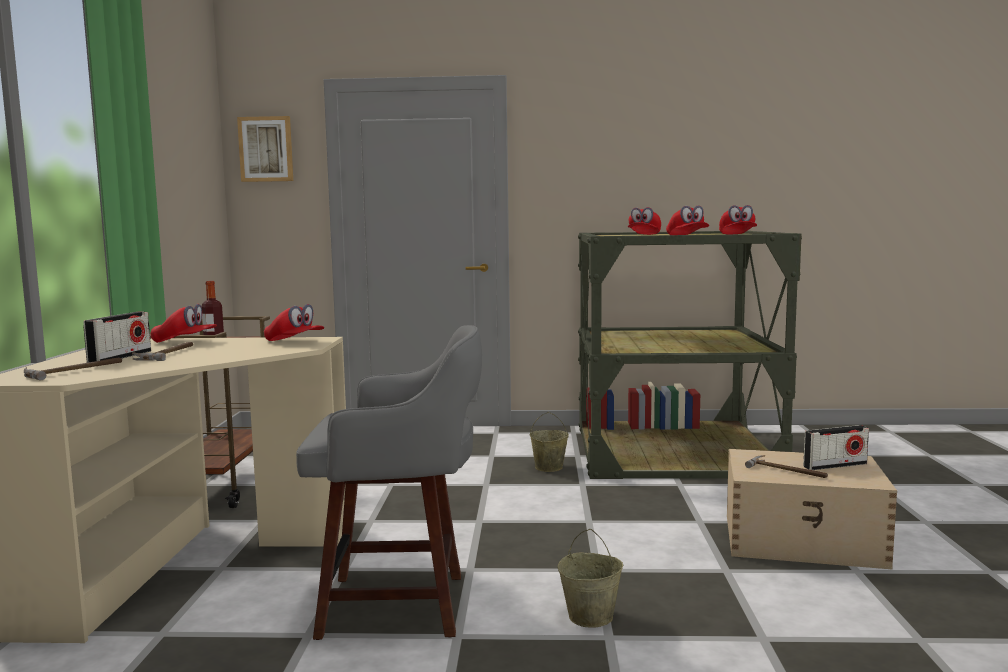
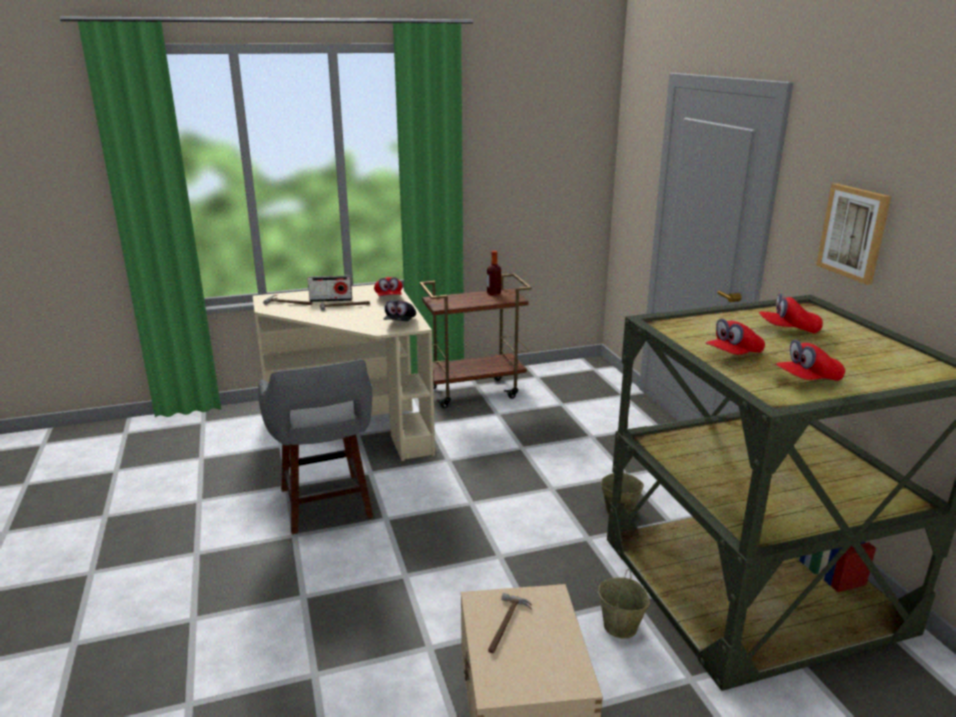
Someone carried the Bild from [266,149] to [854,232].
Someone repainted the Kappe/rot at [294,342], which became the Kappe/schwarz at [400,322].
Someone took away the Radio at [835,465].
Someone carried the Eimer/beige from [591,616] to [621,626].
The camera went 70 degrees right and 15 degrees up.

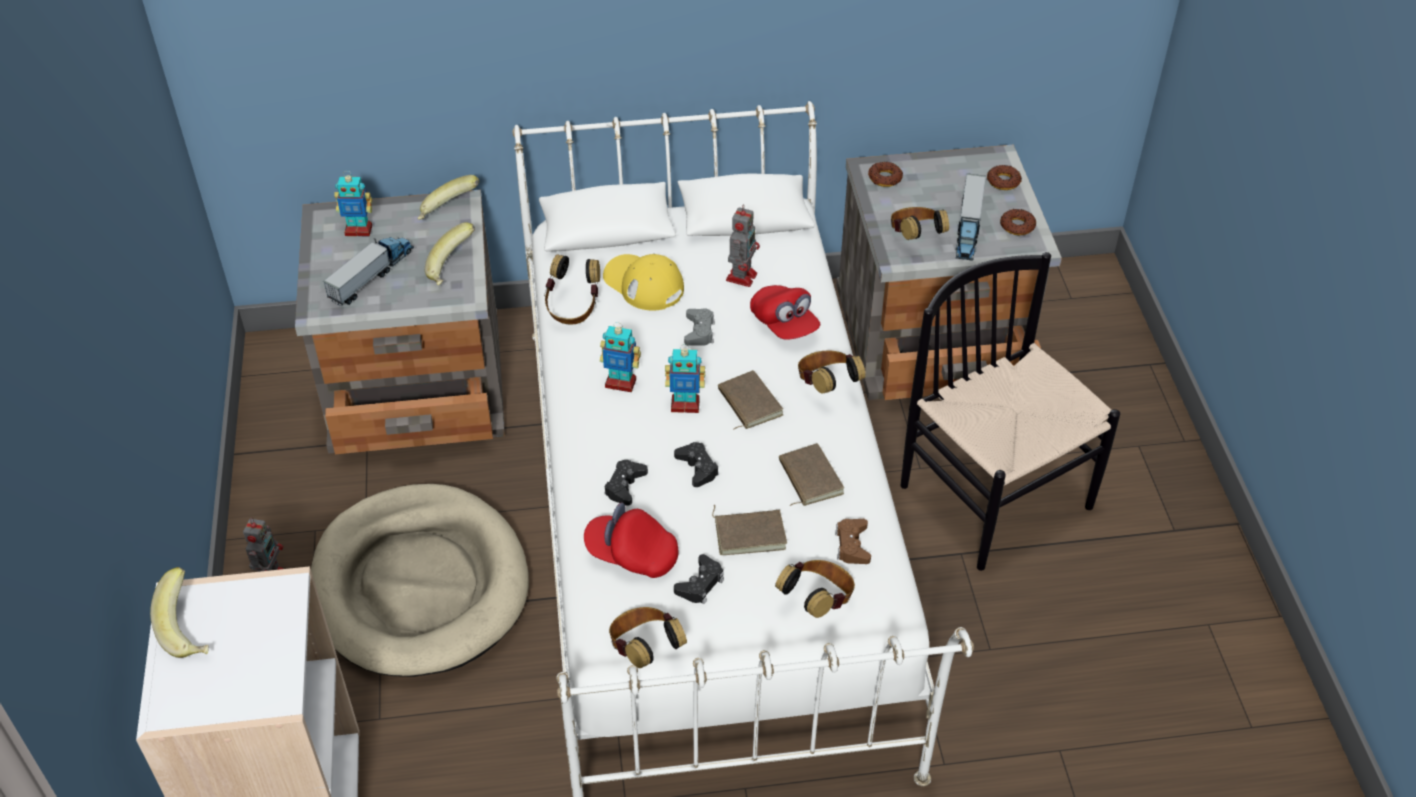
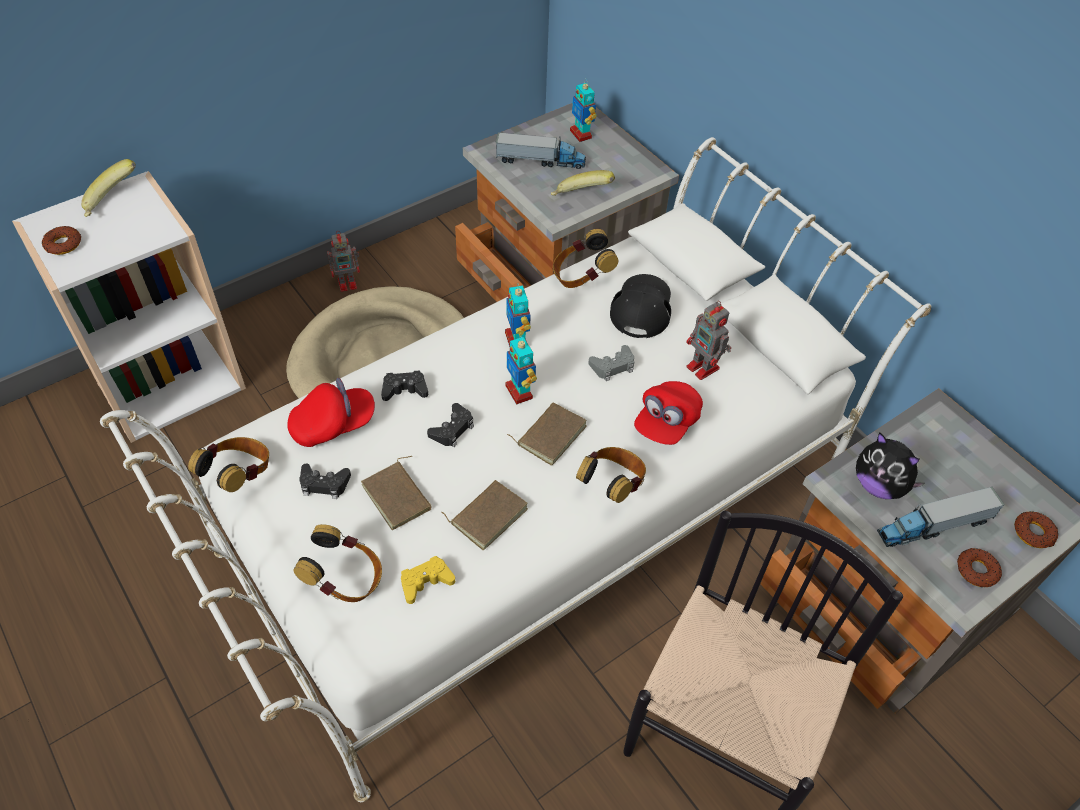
Someone carried the Donut from [885,178] to [63,244].
Someone took away the Banane at [449,212].
Someone rotated the Spielzeugroboter at [742,276] by 60 degrees clockwise.
Someone swapped the Kopfhörer at [915,237] for the Plüschtier at [879,485].
Someone repainted the Kappe/gelb at [643,283], which became the Kappe/schwarz at [641,307].
Someone rotated the Kappe/rot at [632,555] by 75 degrees clockwise.
Someone repainted the Gamepad/braun at [852,545], which became the Gamepad/gelb at [426,582].
The camera went 60 degrees right and 5 degrees up.

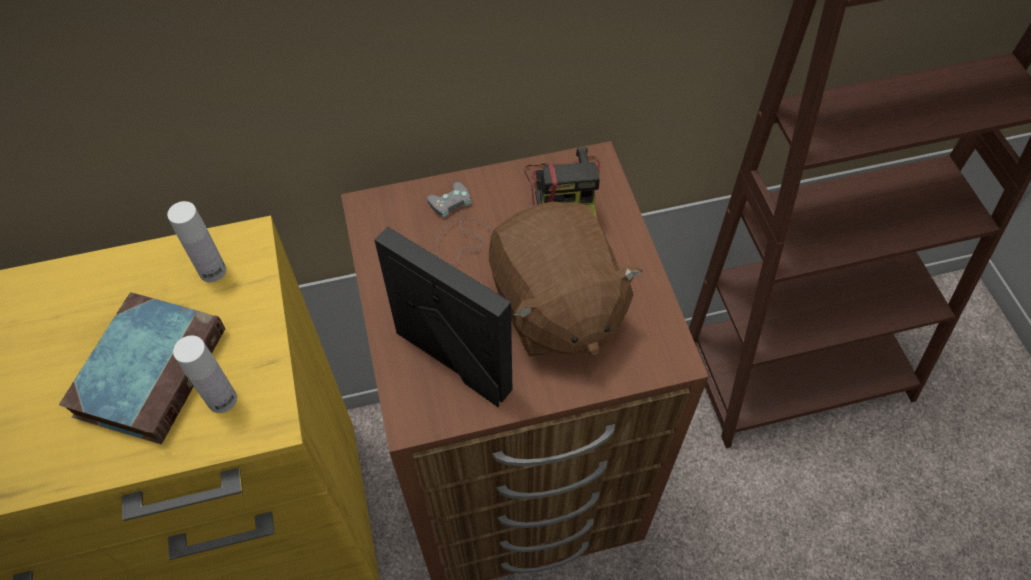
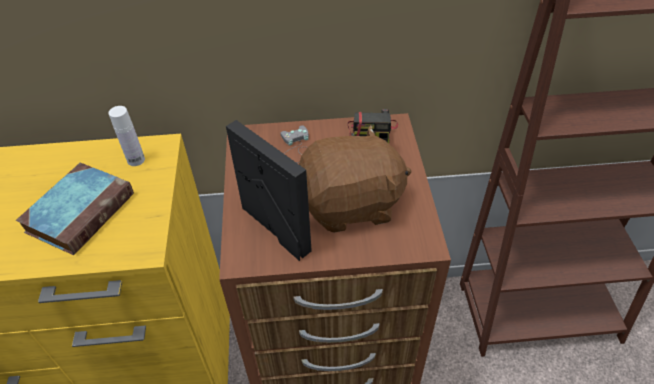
Someone rotated the Plüschtier/braun at [555,307] by 90 degrees counterclockwise.
Someone took away the Flasche/weiß at [222,399].
The camera went 10 degrees right and 10 degrees down.

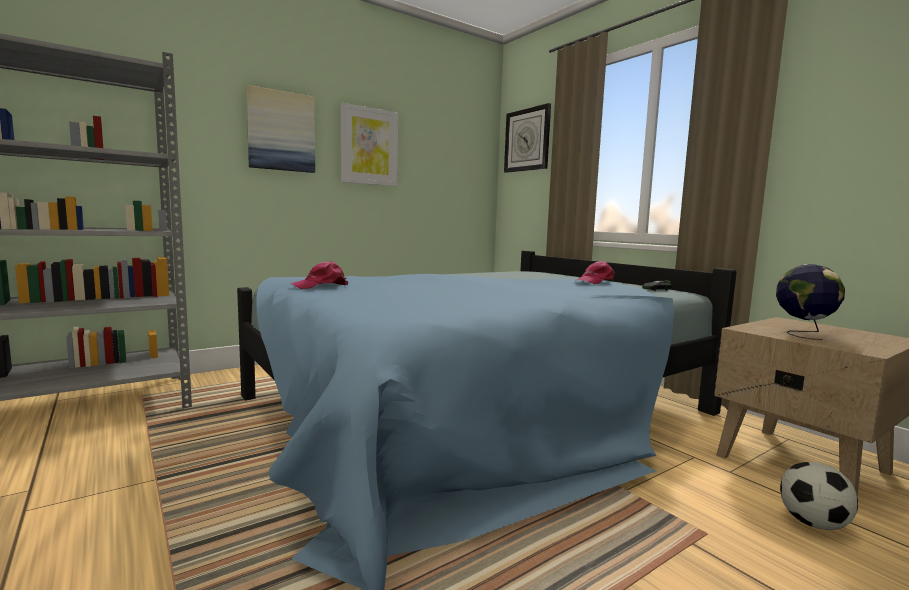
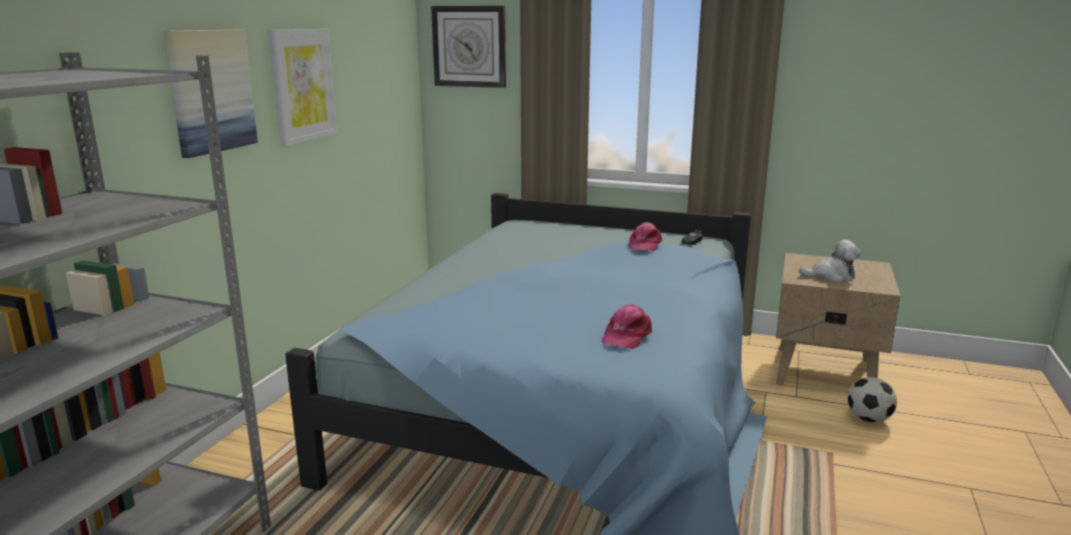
Someone carried the Kappe/rosa from [321,286] to [626,336].
Someone swapped the Globus at [803,334] for the Plüschtier at [831,276].
The camera went 35 degrees left and 10 degrees up.

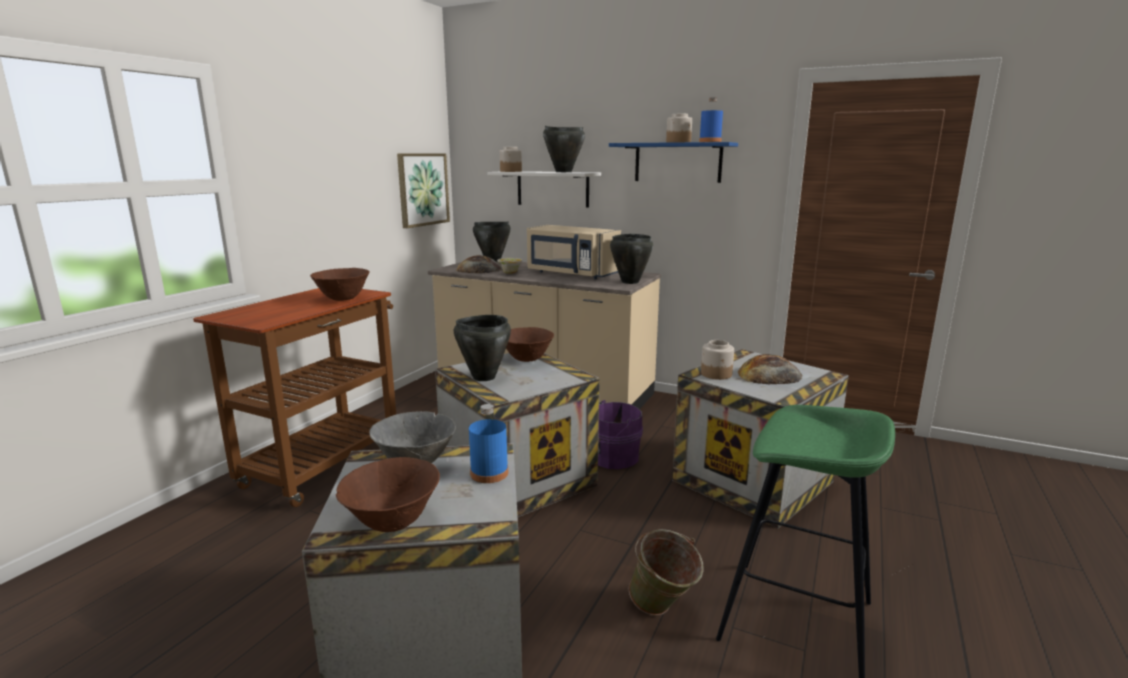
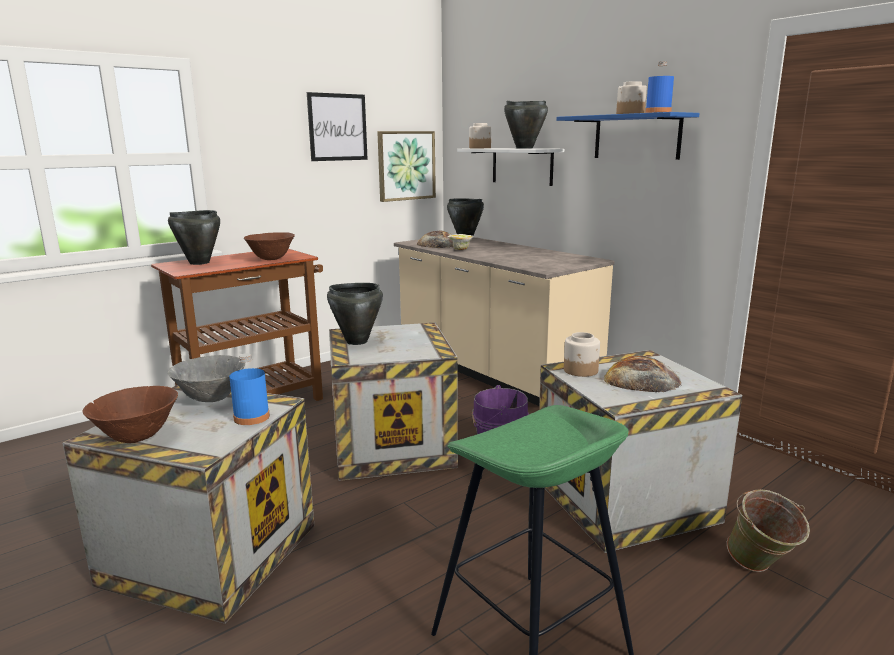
Someone took away the Mikrowelle/beige at [571,274].
Someone carried the Kochtopf/schwarz from [629,282] to [199,263].
Someone took away the Schüssel/braun at [527,360].
Someone carried the Eimer/grün from [662,611] to [760,569].
Someone put up the Bild at [337,127].
The camera went 25 degrees right and 0 degrees up.

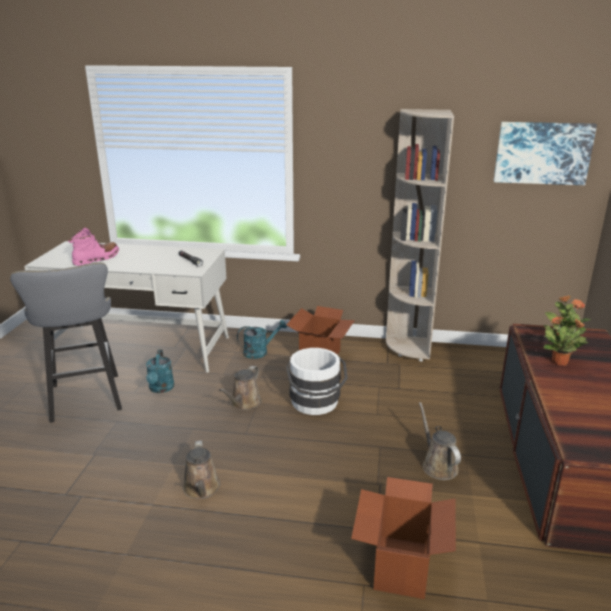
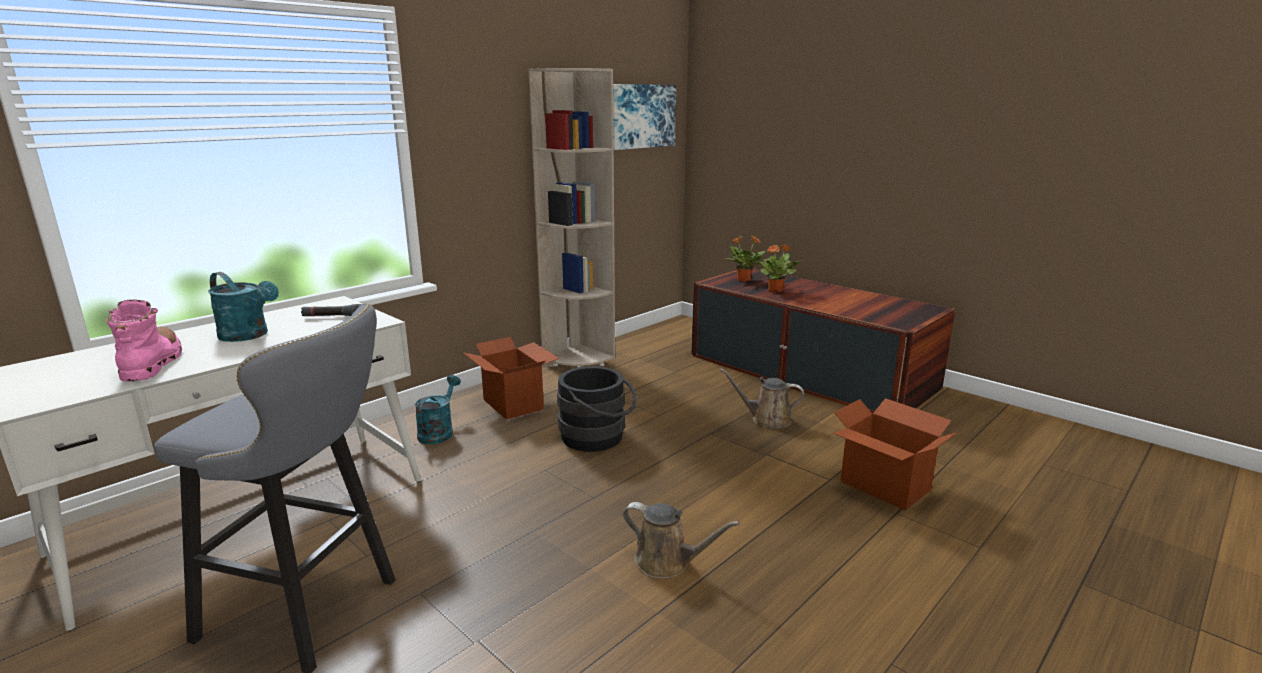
Someone repainted the Eimer/weiß at [315,404], which became the Eimer/schwarz at [598,438].
Someone carried the Gießkanne/türkis from [161,389] to [249,335].
Someone took away the Gießkanne/braun at [244,403].
The camera went 55 degrees left and 5 degrees down.

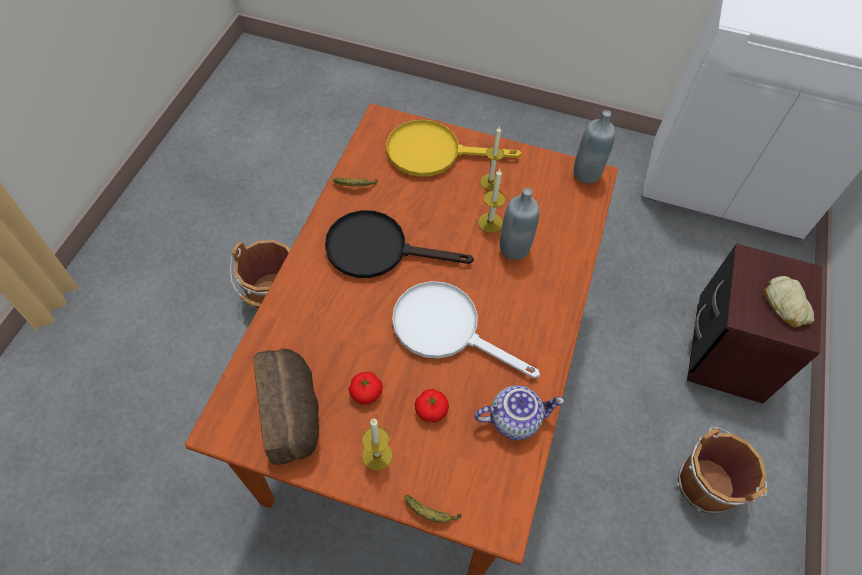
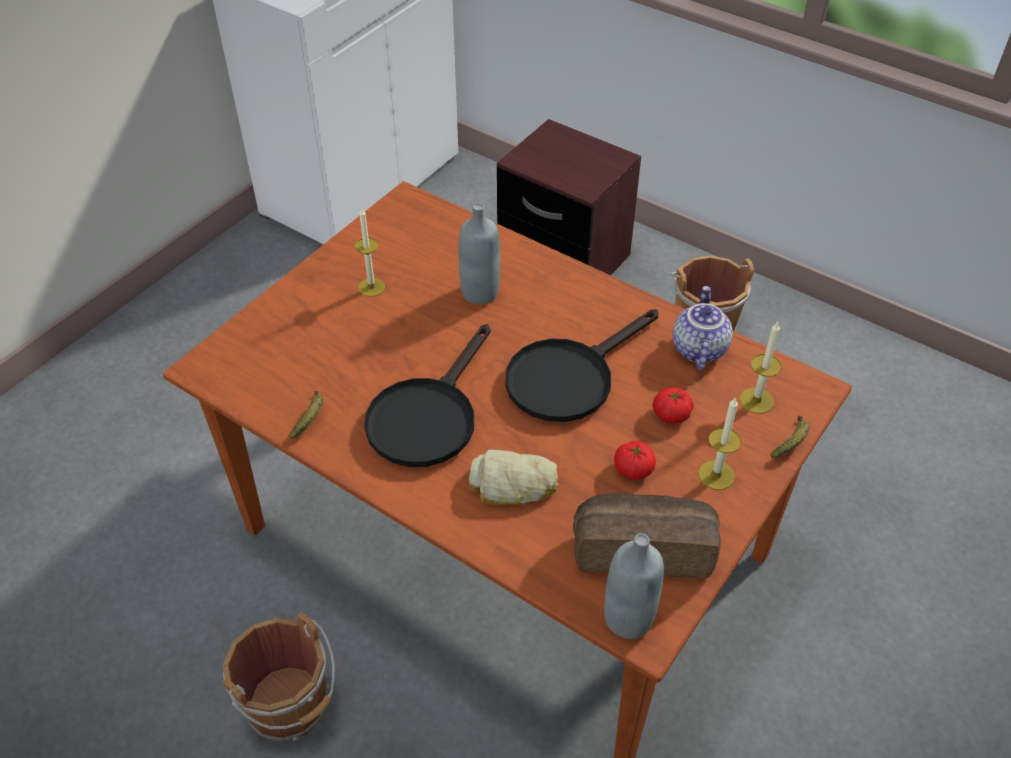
Someone carried the Flasche/grau from [586,173] to [628,619].
Someone took away the Pfanne/gelb at [434,152].
Someone carried the Kerze from [490,222] to [756,400].
Someone carried the Brot from [786,305] to [514,485].
Someone repainted the Pfanne/weiß at [446,329], which became the Pfanne/schwarz at [569,377].
The camera went 70 degrees left and 10 degrees down.

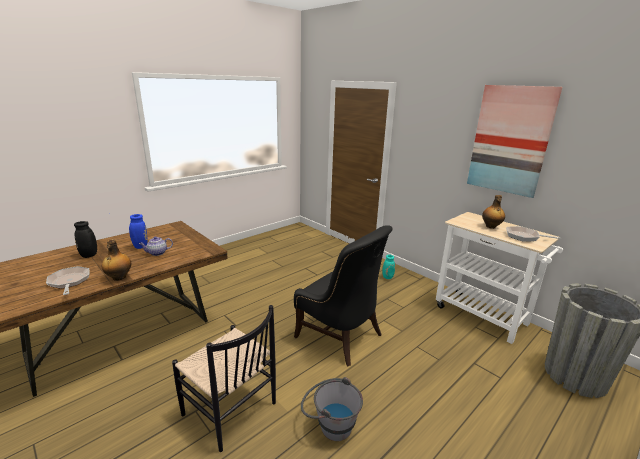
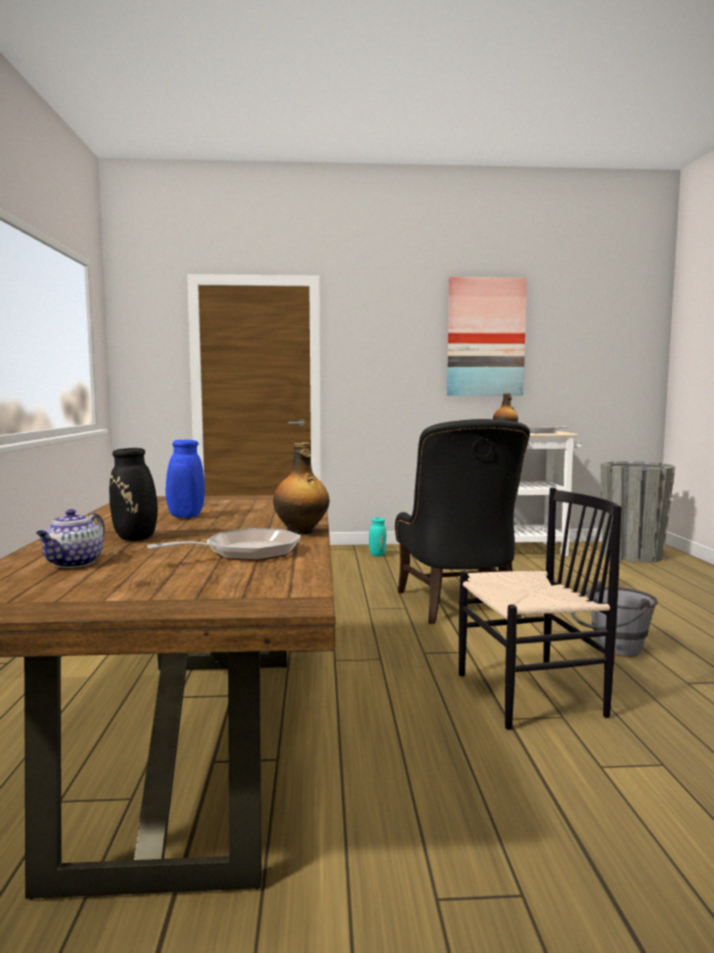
Someone rotated the Stuhl/schwarz at [340,336] by 90 degrees clockwise.
Someone carried the Teekanne from [157,253] to [74,563].
Someone rotated the Pfanne at [69,282] by 135 degrees clockwise.
The camera went 50 degrees left and 15 degrees down.

